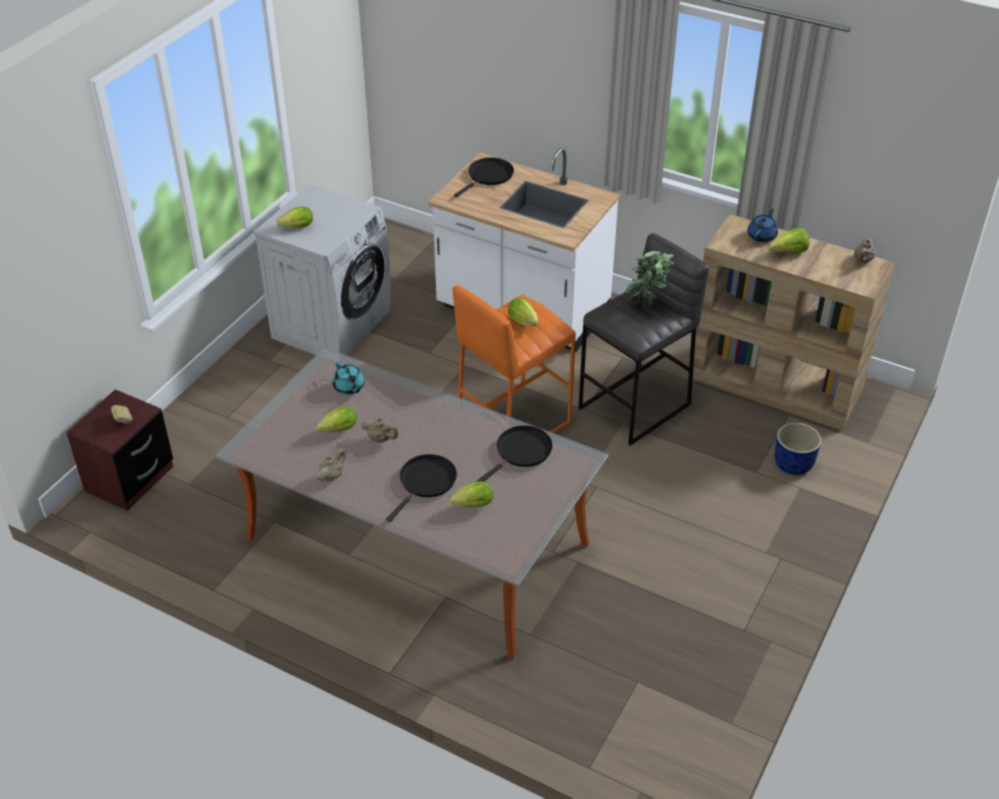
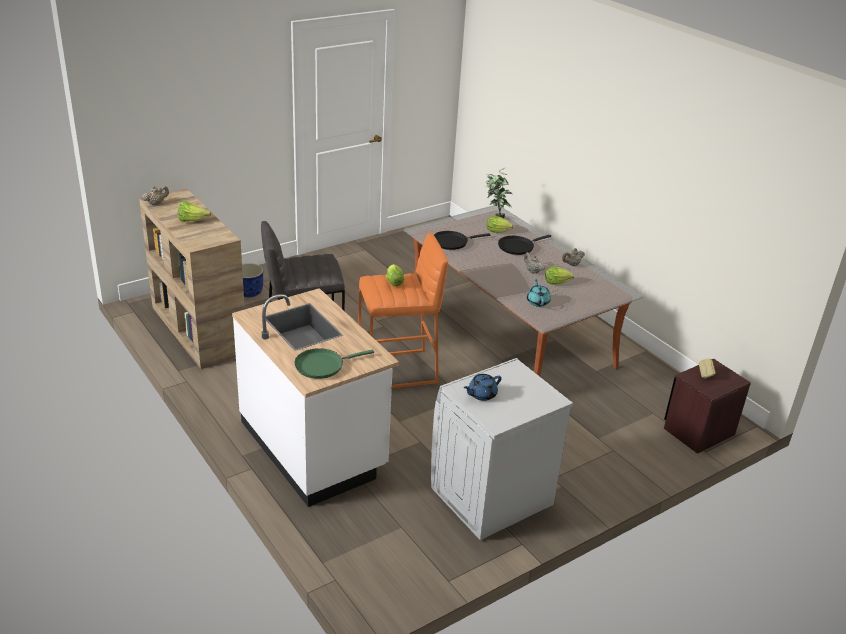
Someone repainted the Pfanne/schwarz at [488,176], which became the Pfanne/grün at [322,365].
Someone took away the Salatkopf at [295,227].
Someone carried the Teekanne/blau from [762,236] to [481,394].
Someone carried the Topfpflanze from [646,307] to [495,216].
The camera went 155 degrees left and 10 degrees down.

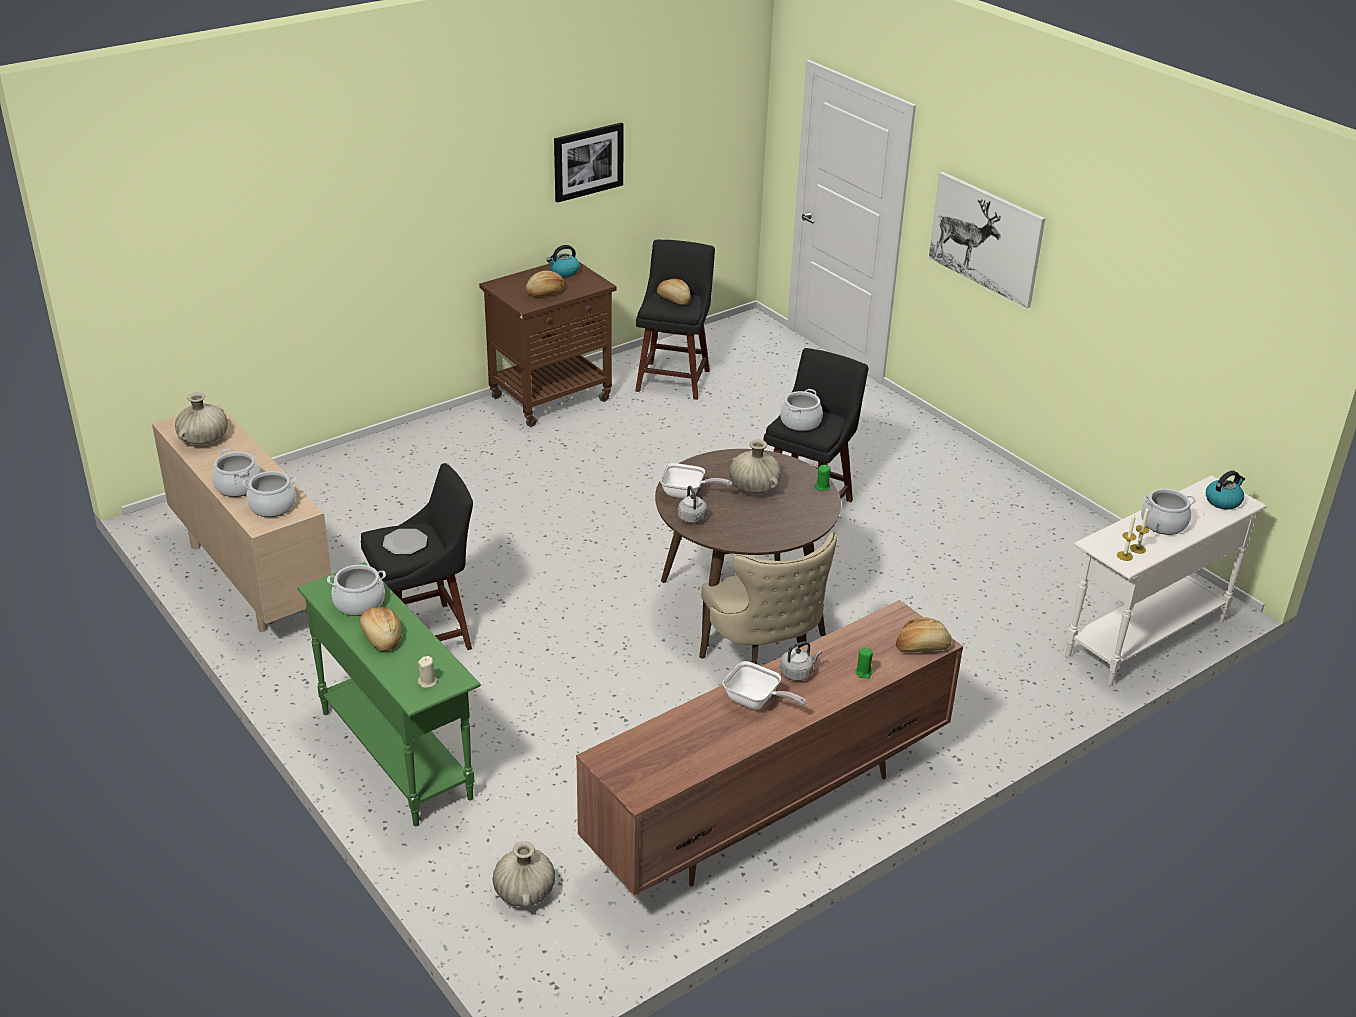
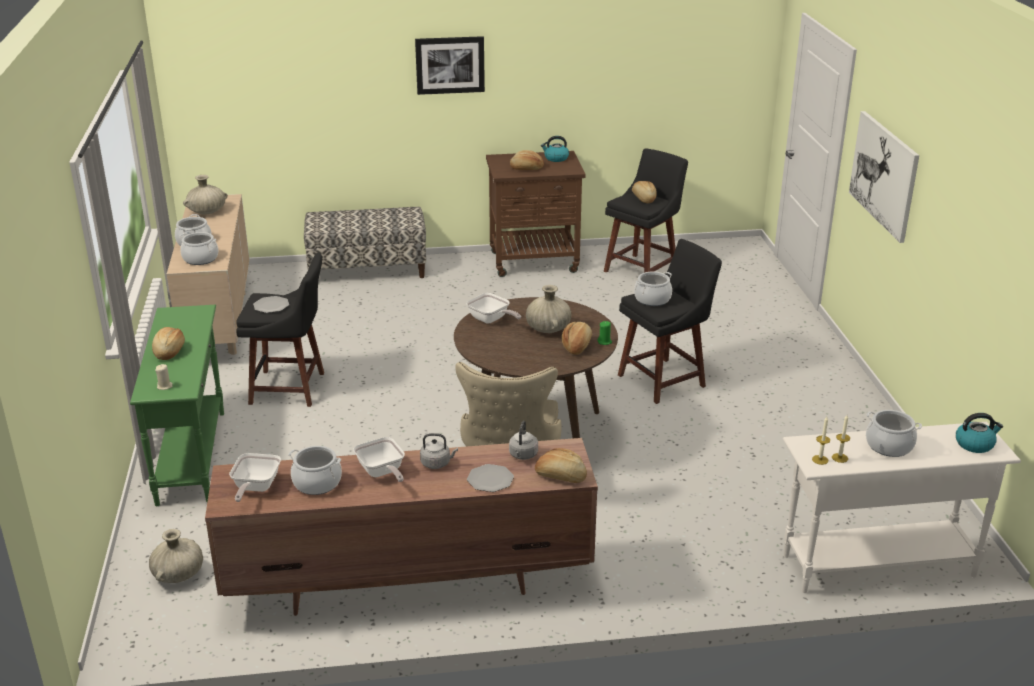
Someone carried the Bild from [588,161] to [450,65].
Someone carried the Wasserkessel/grau from [692,519] to [523,455].
Someone carried the Kochtopf from [359,603] to [317,483].
Someone swapped the Kerze/grün at [863,672] for the Teller at [490,479].
Someone put down the Bank at [368,270].
Someone put down the Brot at [577,346].
Someone put down the Pfanne at [255,488].
The camera went 30 degrees right and 5 degrees down.

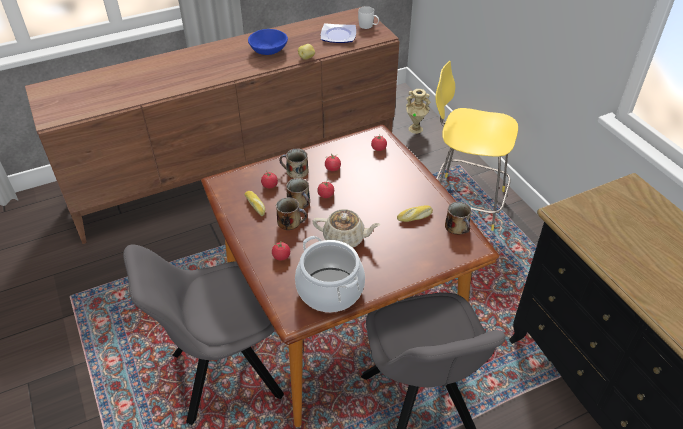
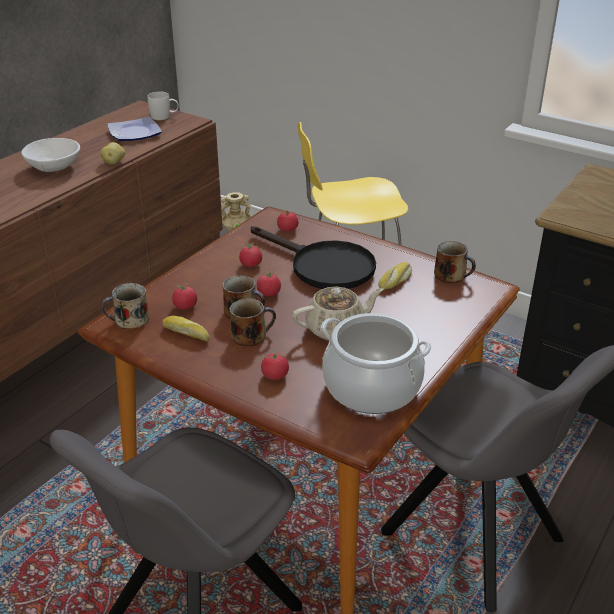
Someone repainted the Schüssel/blau at [268,51], which became the Schüssel/weiß at [54,167].
Someone carried the Henkelbecher from [295,171] to [130,320].
Someone put down the Pfanne/schwarz at [323,266].
The camera went 30 degrees left and 10 degrees down.

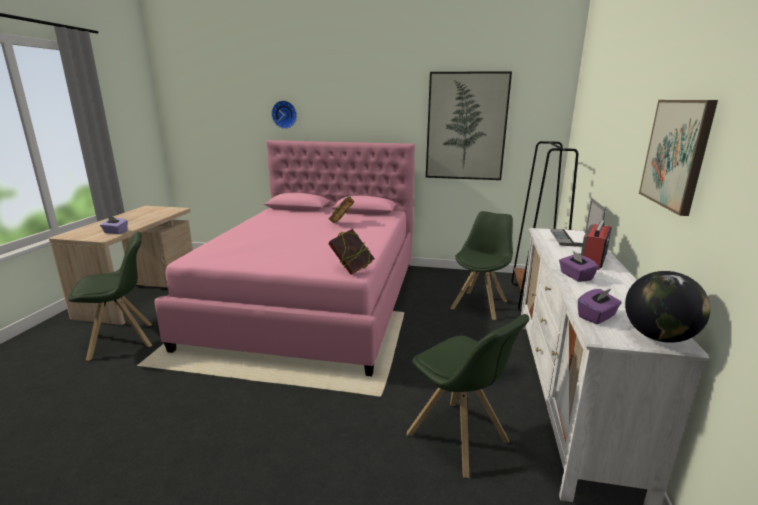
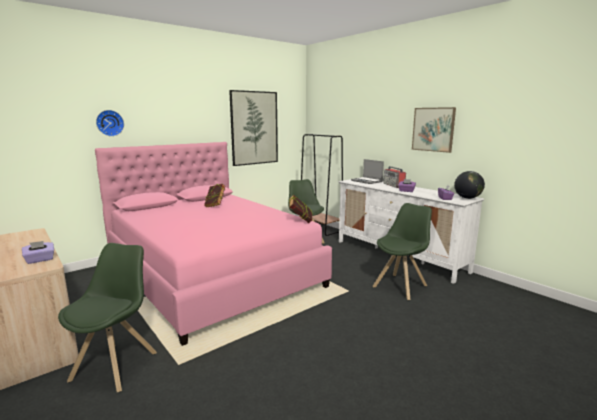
Someone rotated the Stuhl/grün at [458,438] by 45 degrees counterclockwise.
The camera went 50 degrees left and 5 degrees down.

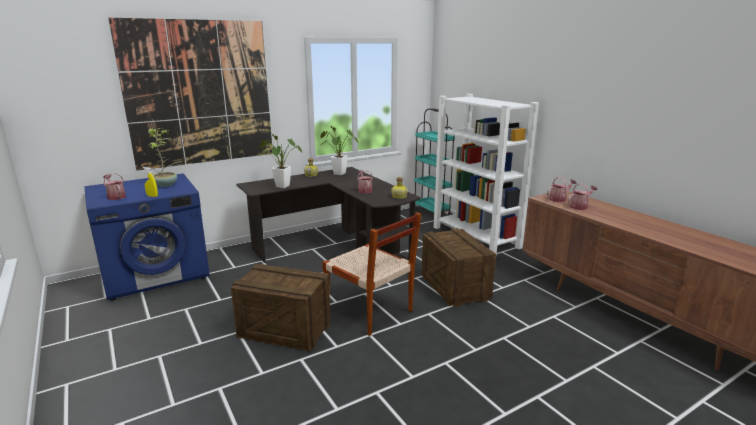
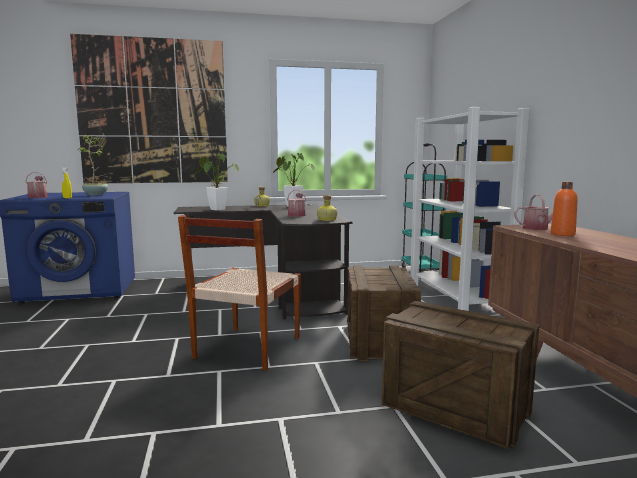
Someone swapped the Gießkanne at [580,206] for the Flasche/orange at [562,234].
Someone rotated the Stuhl at [370,312] by 45 degrees clockwise.
Someone carried the Kiste from [284,330] to [455,408].
The camera went 20 degrees right and 10 degrees down.

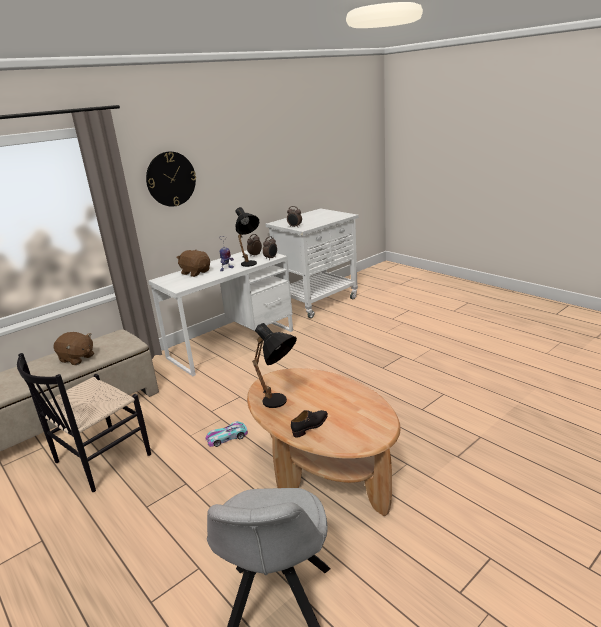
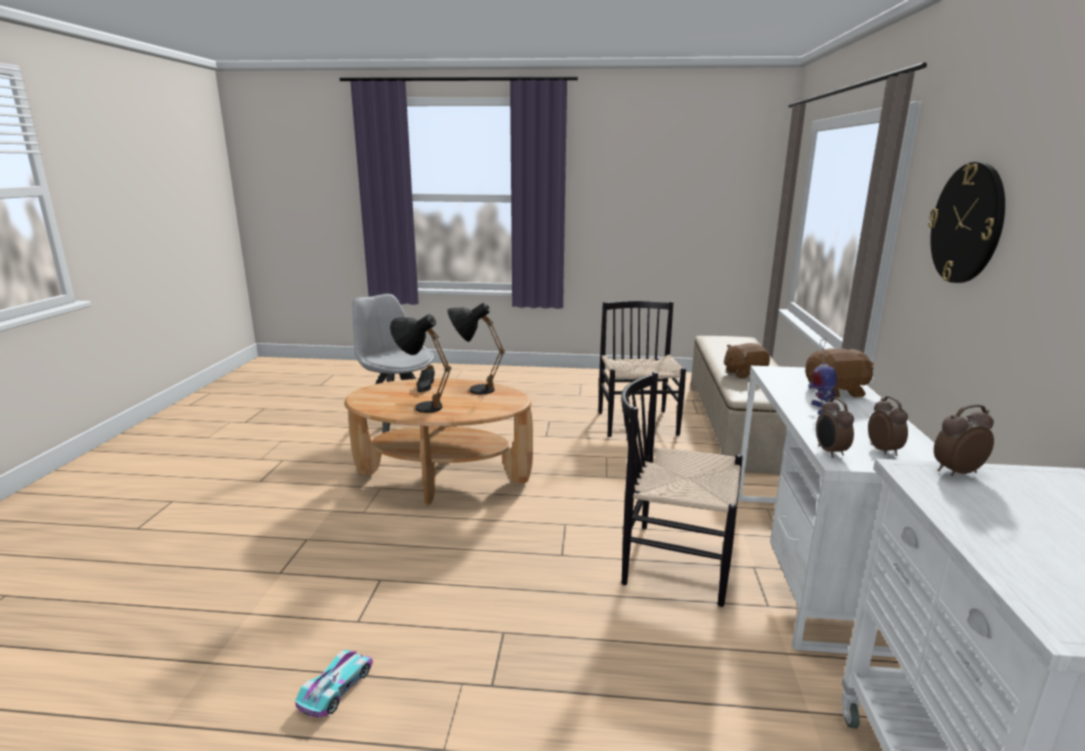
Someone carried the Tischlampe/schwarz from [250,265] to [420,405].
Someone carried the Spielzeugauto from [227,437] to [336,687].
Someone put down the Stuhl/schwarz at [672,562].
The camera went 135 degrees right and 5 degrees down.

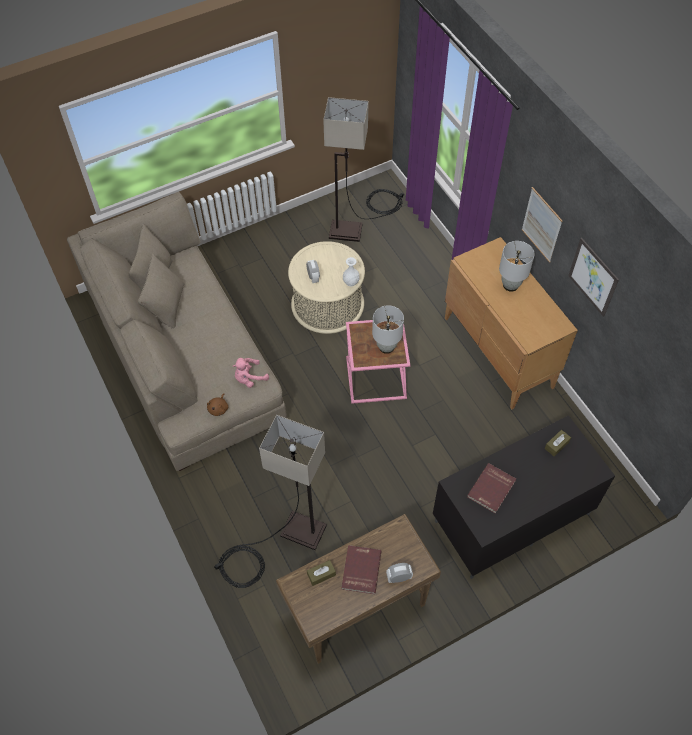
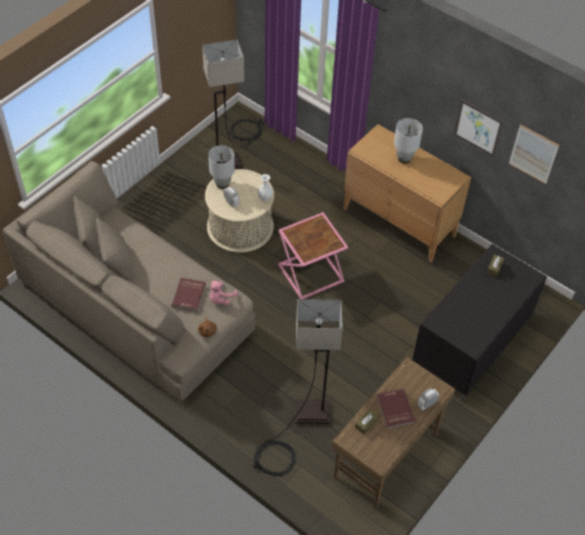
Someone carried the Bild from [541,225] to [533,154].
Someone carried the Tischlampe/weiß from [386,347] to [222,183].
Someone carried the Buch/rot from [492,489] to [189,295].
The camera went 25 degrees left and 5 degrees down.

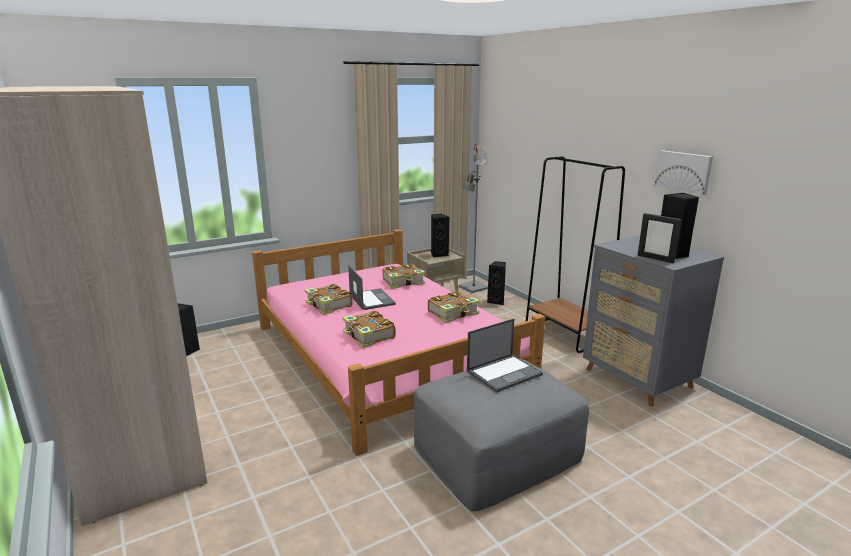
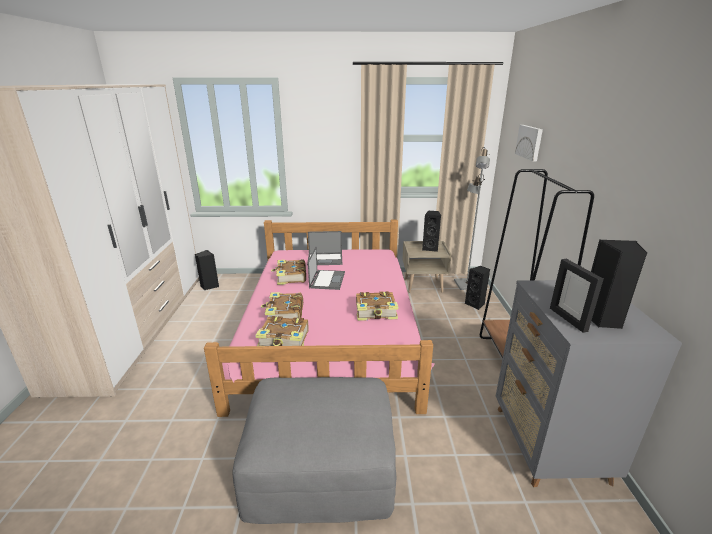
Someone carried the Bild from [683,171] to [530,142].
Someone carried the Buch from [404,282] to [284,340].
Someone carried the Laptop from [504,373] to [325,259].
The camera went 30 degrees right and 5 degrees up.

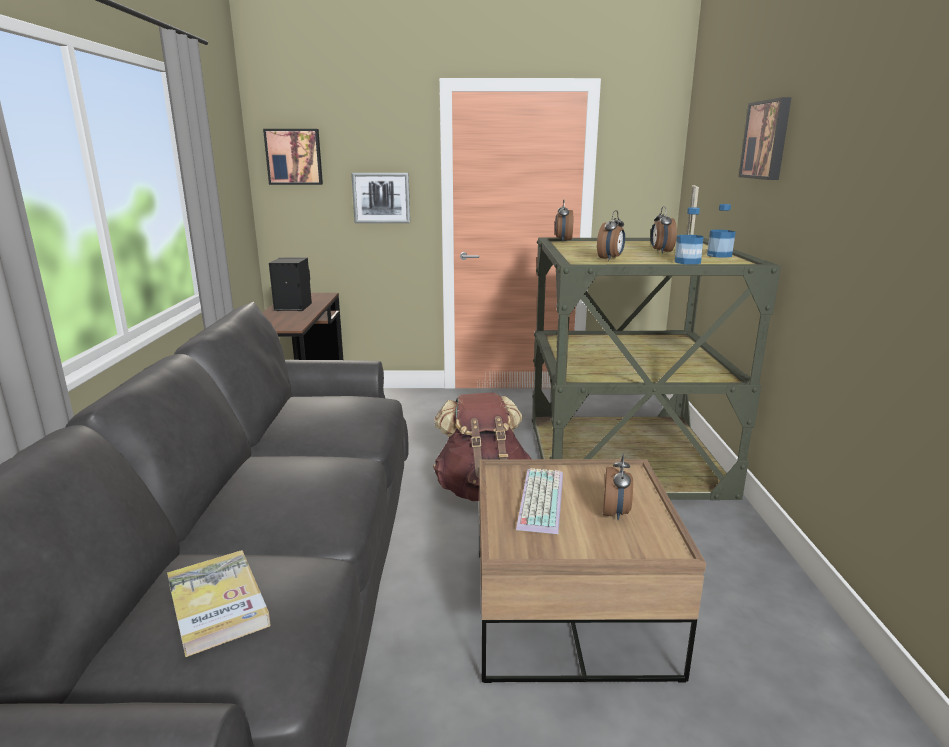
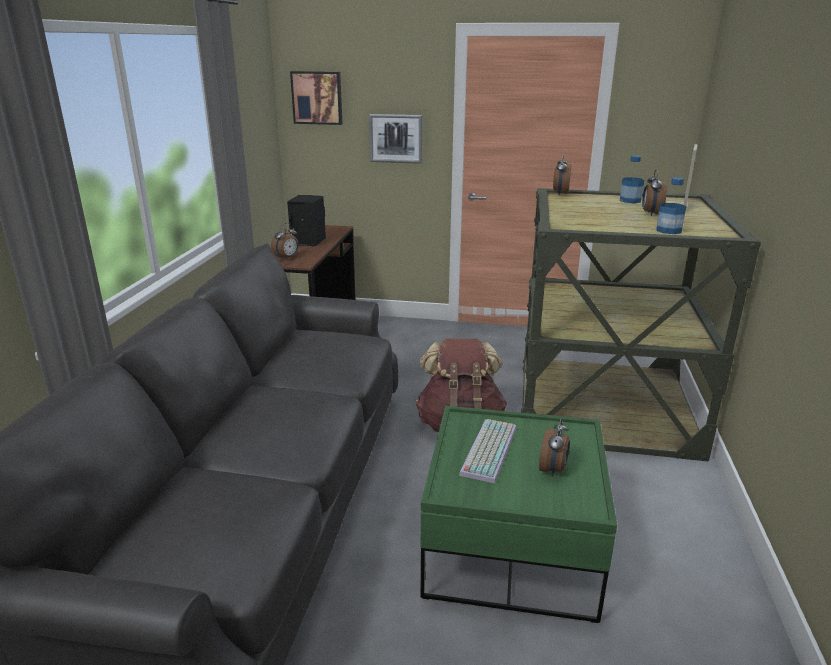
Someone took away the Bild at [767,140].
Someone carried the Flasche from [719,255] to [630,200].
Someone carried the Wecker from [610,259] to [287,258].
Someone repainted the Couchtisch/braun at [569,611], which became the Couchtisch/grün at [511,547].
Someone took away the Buch at [217,604].
The camera went 10 degrees right and 5 degrees up.

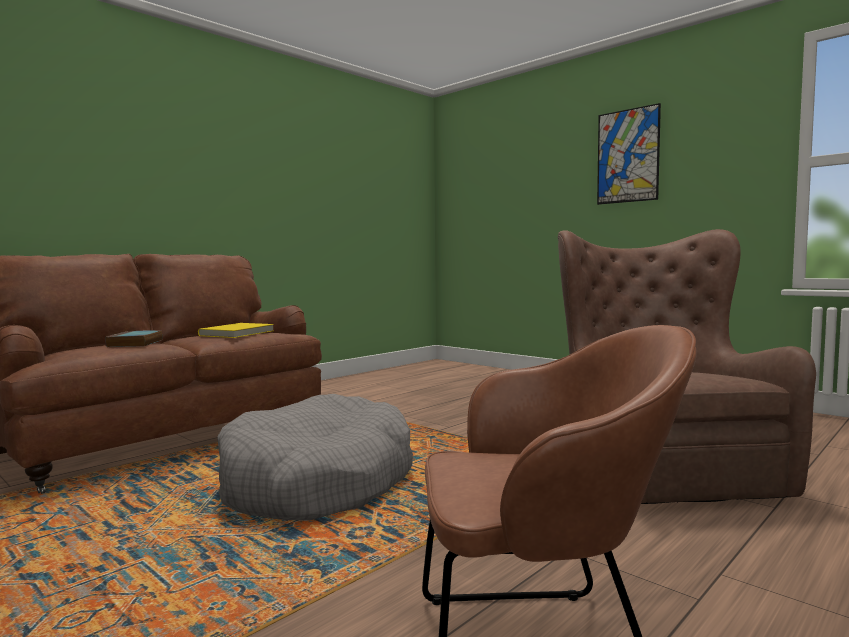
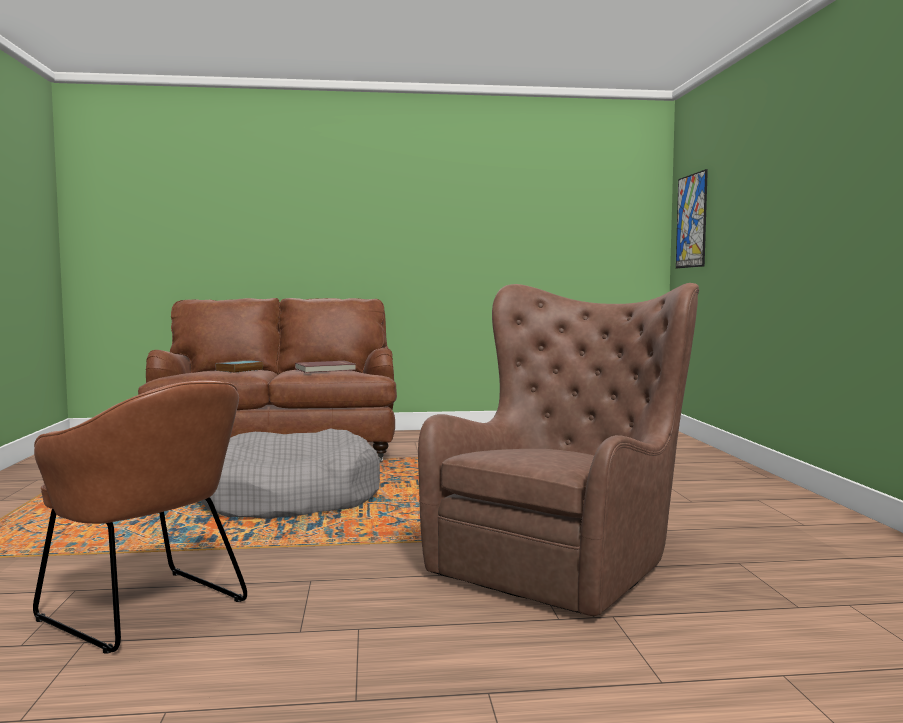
Someone carried the Bild from [627,156] to [691,221].
Someone repainted the Buch/gelb at [238,333], which became the Buch/rot at [325,369].
The camera went 40 degrees right and 0 degrees up.

